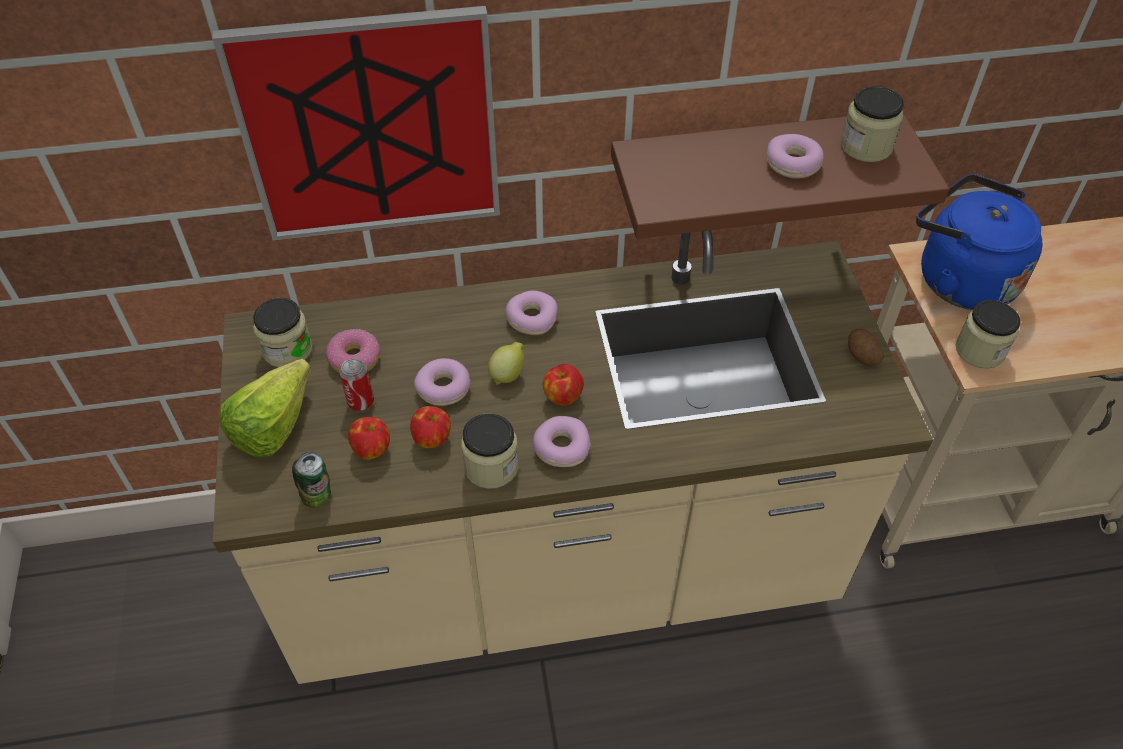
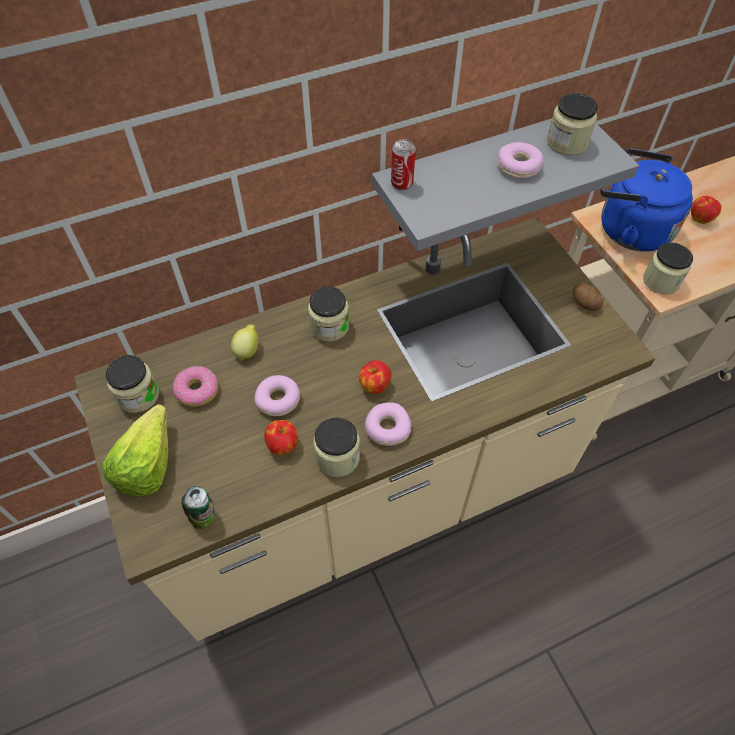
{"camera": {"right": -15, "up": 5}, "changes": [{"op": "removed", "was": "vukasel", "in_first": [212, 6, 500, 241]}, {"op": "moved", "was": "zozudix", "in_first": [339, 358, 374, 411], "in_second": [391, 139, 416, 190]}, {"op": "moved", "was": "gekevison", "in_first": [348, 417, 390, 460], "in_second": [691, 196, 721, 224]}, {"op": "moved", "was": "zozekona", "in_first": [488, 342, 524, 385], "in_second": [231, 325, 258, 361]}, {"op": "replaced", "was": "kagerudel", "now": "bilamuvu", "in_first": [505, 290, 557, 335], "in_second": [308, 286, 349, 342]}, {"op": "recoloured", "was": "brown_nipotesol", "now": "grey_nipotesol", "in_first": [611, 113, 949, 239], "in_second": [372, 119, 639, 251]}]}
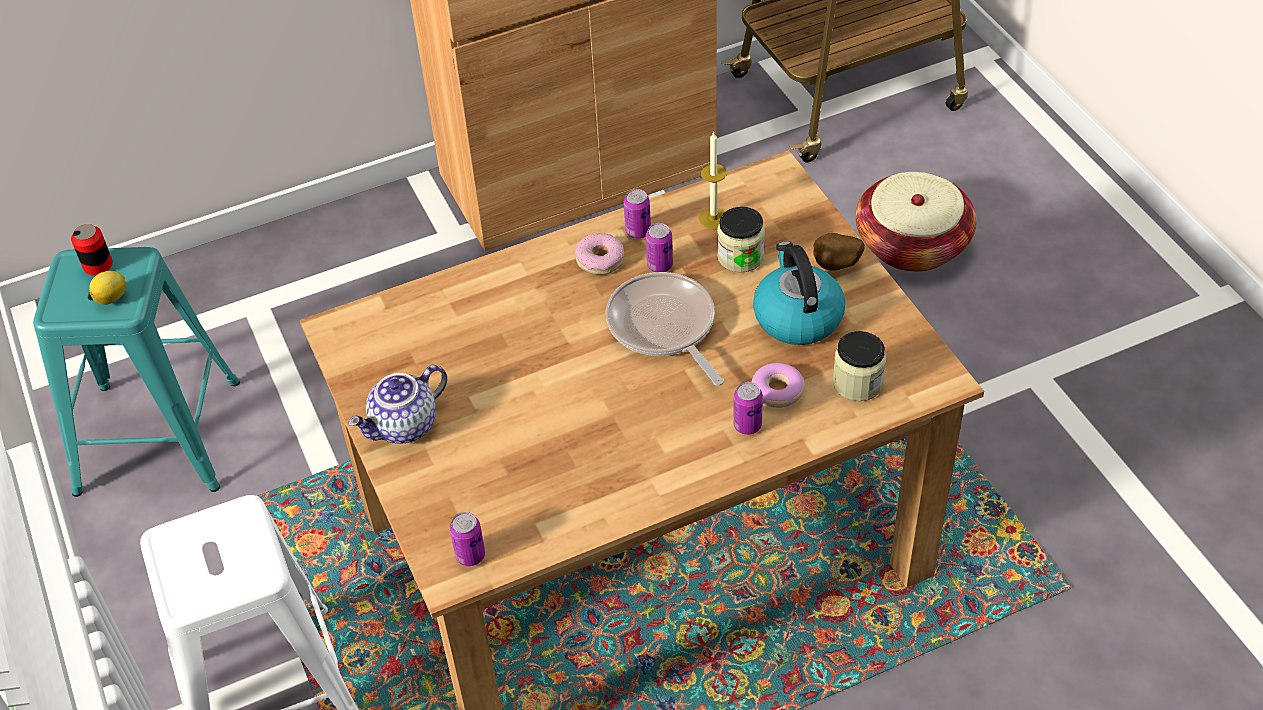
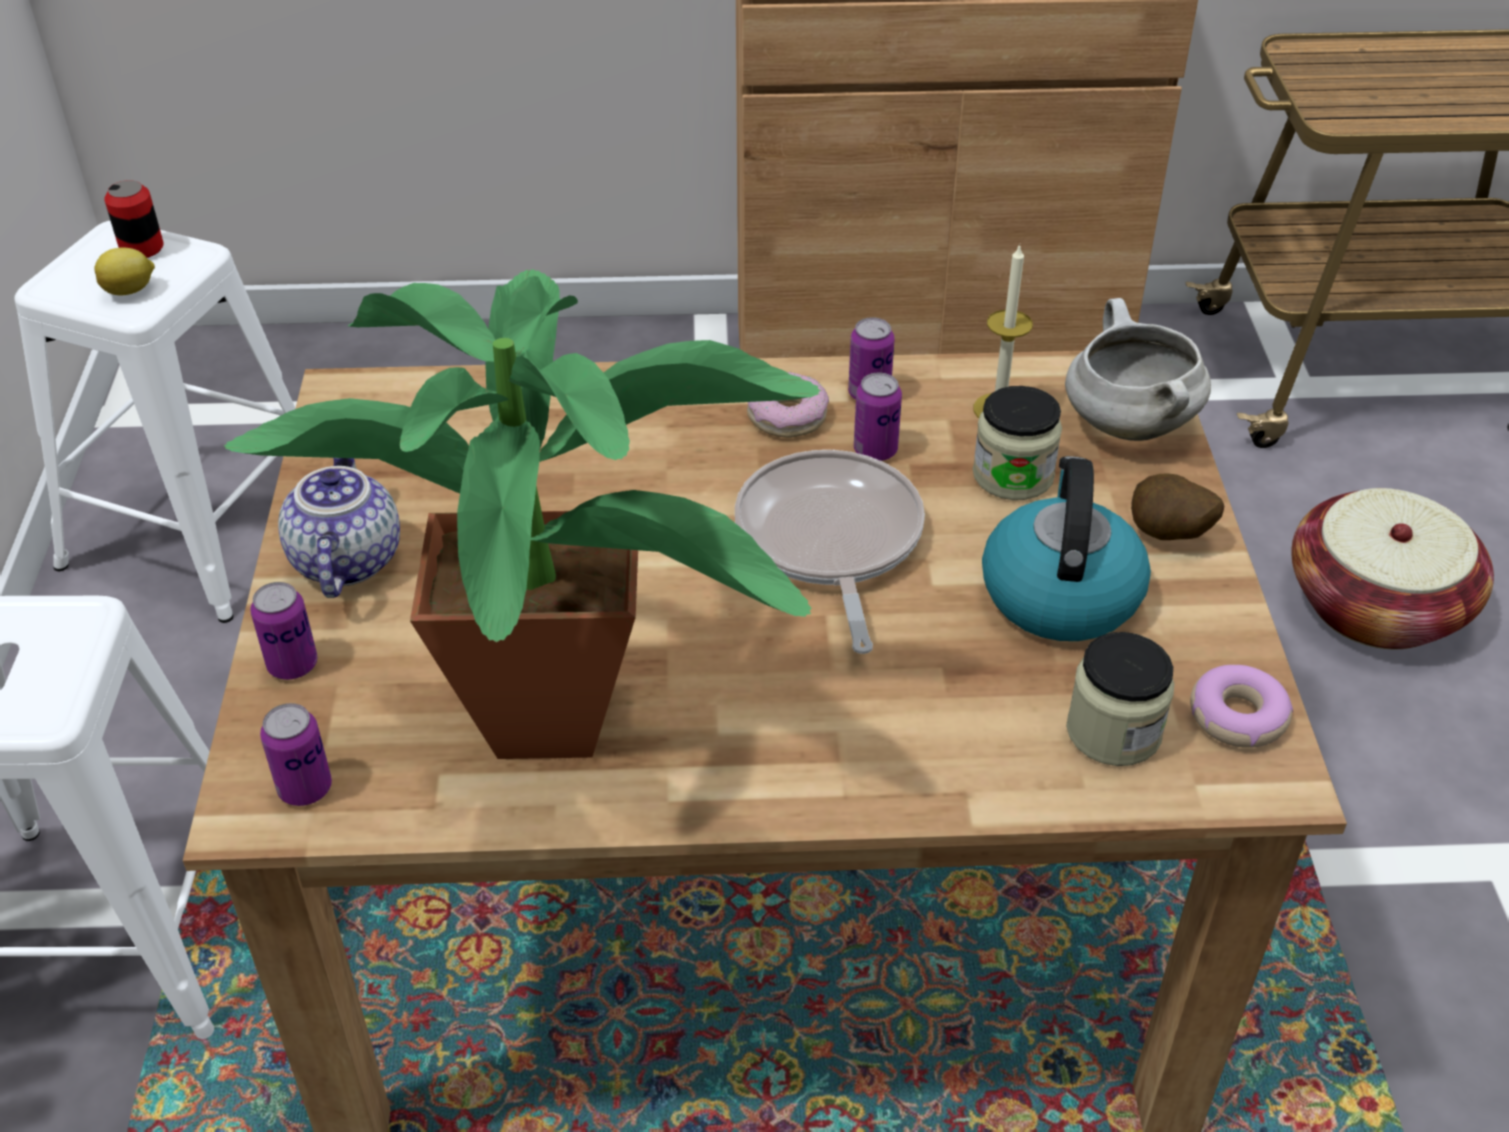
{"camera": {"right": 20, "up": -5}, "changes": [{"op": "recoloured", "was": "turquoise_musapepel", "now": "white_musapepel", "in_first": [33, 247, 240, 497], "in_second": [14, 221, 295, 623]}, {"op": "turned", "was": "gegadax", "in_first": [348, 365, 447, 444], "in_second": [278, 458, 400, 598], "clockwise": 105}, {"op": "moved", "was": "zozudix", "in_first": [733, 382, 763, 435], "in_second": [250, 582, 318, 680]}, {"op": "moved", "was": "kagerudel", "in_first": [752, 363, 805, 408], "in_second": [1190, 665, 1293, 748]}, {"op": "added", "now": "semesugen", "in_second": [223, 269, 821, 759]}, {"op": "added", "now": "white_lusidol", "in_second": [1065, 298, 1211, 441]}]}
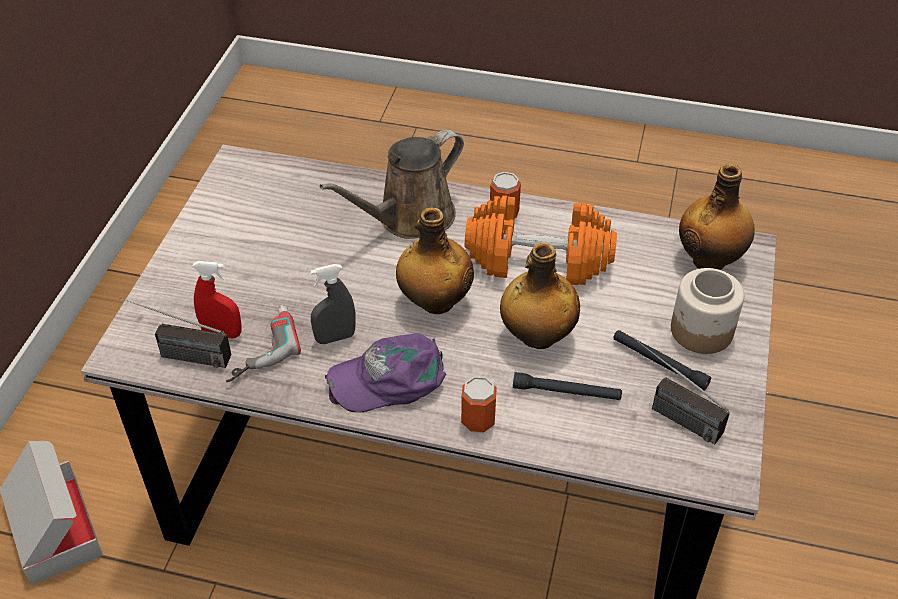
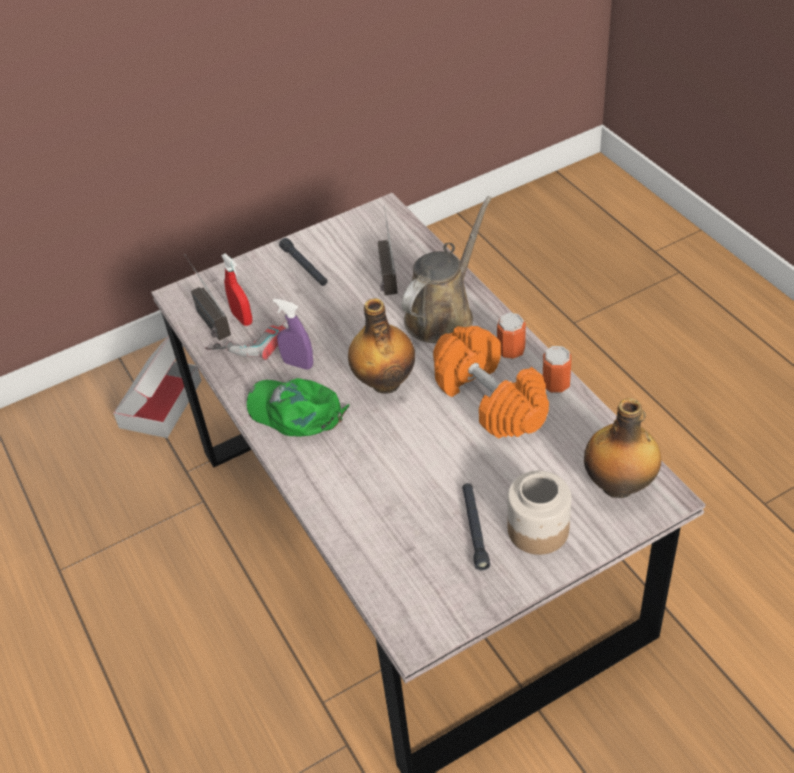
{"camera": {"right": 50, "up": 0}, "changes": [{"op": "recoloured", "was": "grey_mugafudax", "now": "purple_mugafudax", "in_first": [310, 264, 356, 344], "in_second": [273, 299, 313, 370]}, {"op": "turned", "was": "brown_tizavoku", "in_first": [320, 130, 464, 239], "in_second": [402, 196, 492, 343], "clockwise": 120}, {"op": "recoloured", "was": "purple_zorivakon", "now": "green_zorivakon", "in_first": [325, 333, 446, 413], "in_second": [247, 378, 350, 437]}, {"op": "moved", "was": "zozudix", "in_first": [461, 376, 497, 433], "in_second": [543, 346, 571, 393]}, {"op": "removed", "was": "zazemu", "in_first": [500, 243, 580, 349]}, {"op": "moved", "was": "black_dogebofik", "in_first": [513, 372, 622, 400], "in_second": [279, 238, 328, 286]}, {"op": "moved", "was": "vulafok", "in_first": [634, 339, 730, 444], "in_second": [378, 205, 398, 295]}]}
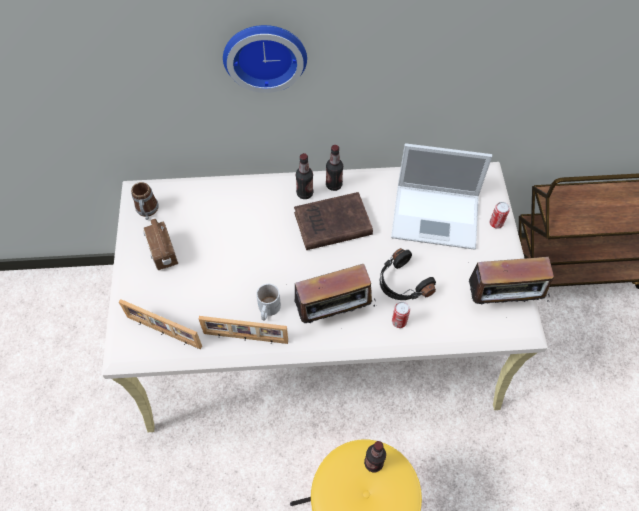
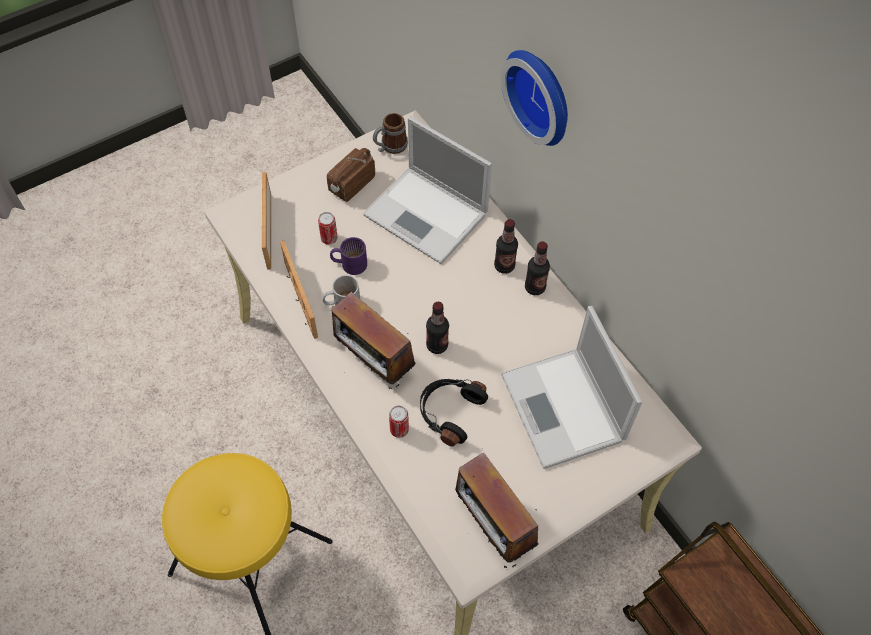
{"camera": {"right": 60, "up": 0}, "changes": [{"op": "removed", "was": "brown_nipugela", "in_first": [294, 192, 373, 250]}, {"op": "moved", "was": "zazemu", "in_first": [364, 441, 386, 472], "in_second": [426, 302, 449, 354]}, {"op": "moved", "was": "zozudix", "in_first": [490, 202, 510, 229], "in_second": [318, 212, 338, 245]}, {"op": "added", "now": "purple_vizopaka", "in_second": [330, 237, 367, 275]}, {"op": "added", "now": "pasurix", "in_second": [363, 116, 492, 264]}]}
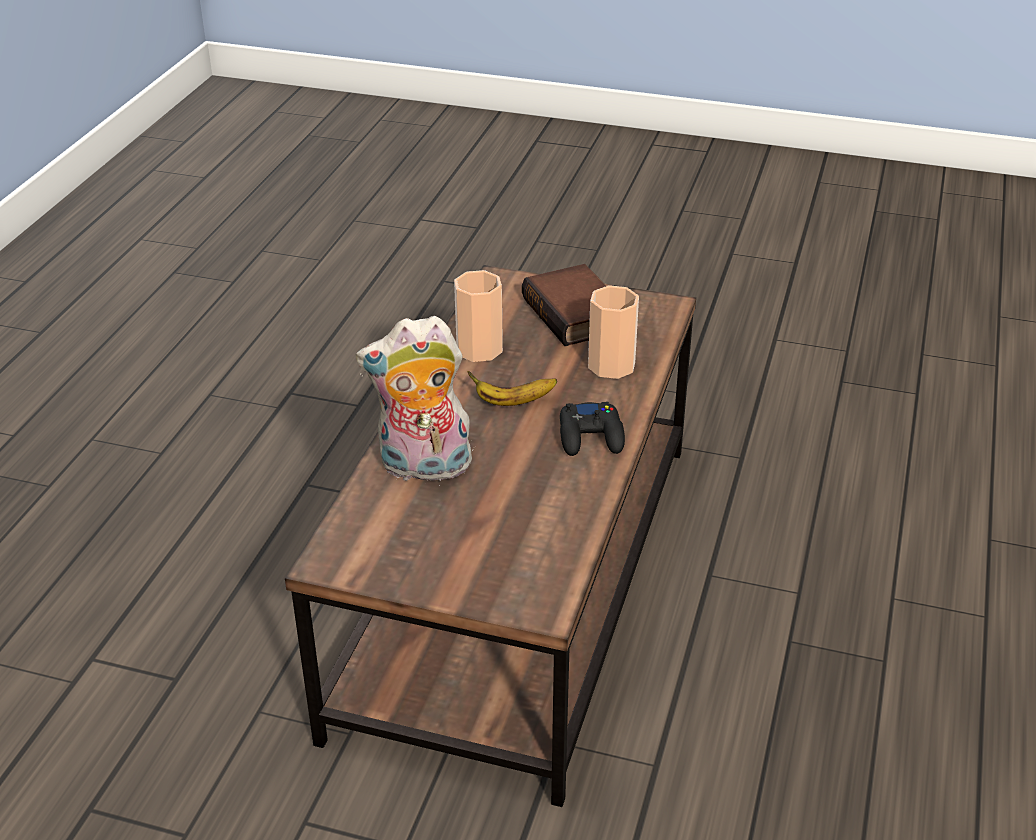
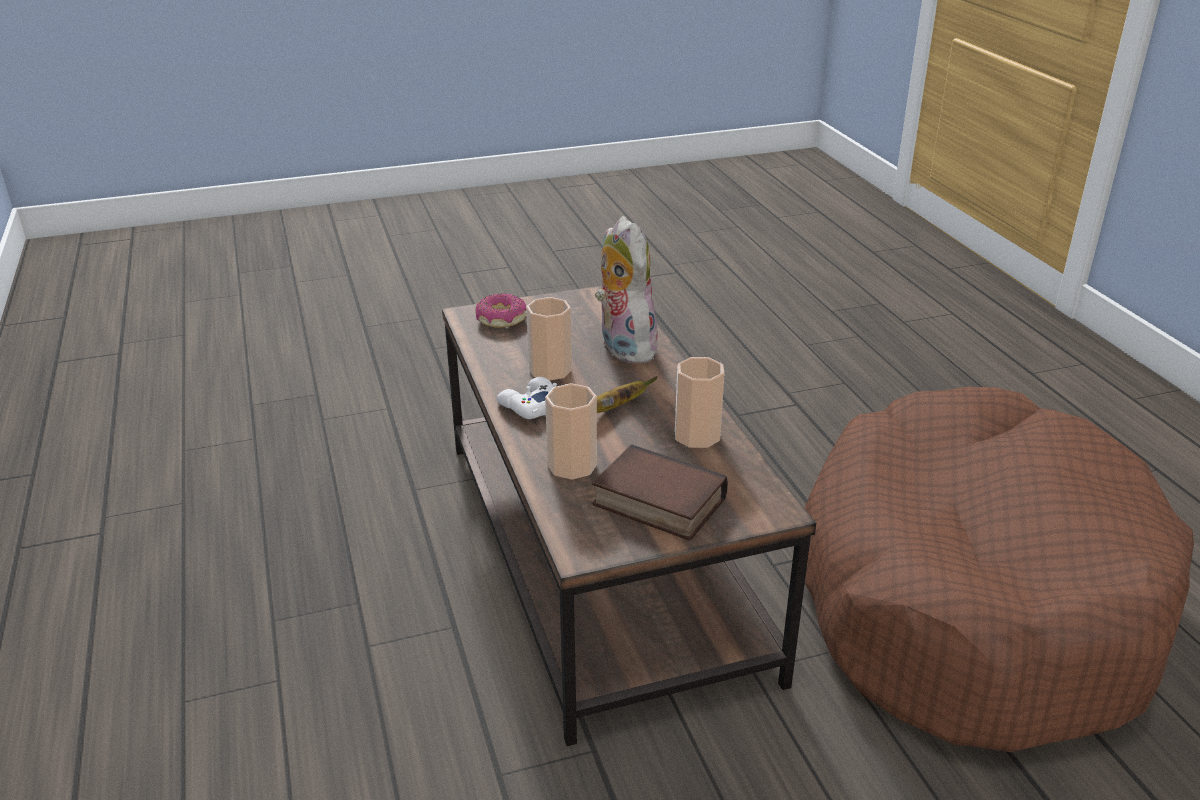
{"camera": {"right": 145, "up": -5}, "changes": [{"op": "turned", "was": "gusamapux", "in_first": [356, 316, 472, 486], "in_second": [595, 216, 658, 363], "clockwise": -75}, {"op": "recoloured", "was": "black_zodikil", "now": "white_zodikil", "in_first": [560, 402, 625, 456], "in_second": [497, 377, 557, 419]}, {"op": "added", "now": "kagerudel", "in_second": [475, 294, 527, 328]}, {"op": "added", "now": "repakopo", "in_second": [526, 297, 572, 380]}, {"op": "added", "now": "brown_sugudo", "in_second": [805, 387, 1194, 752]}]}
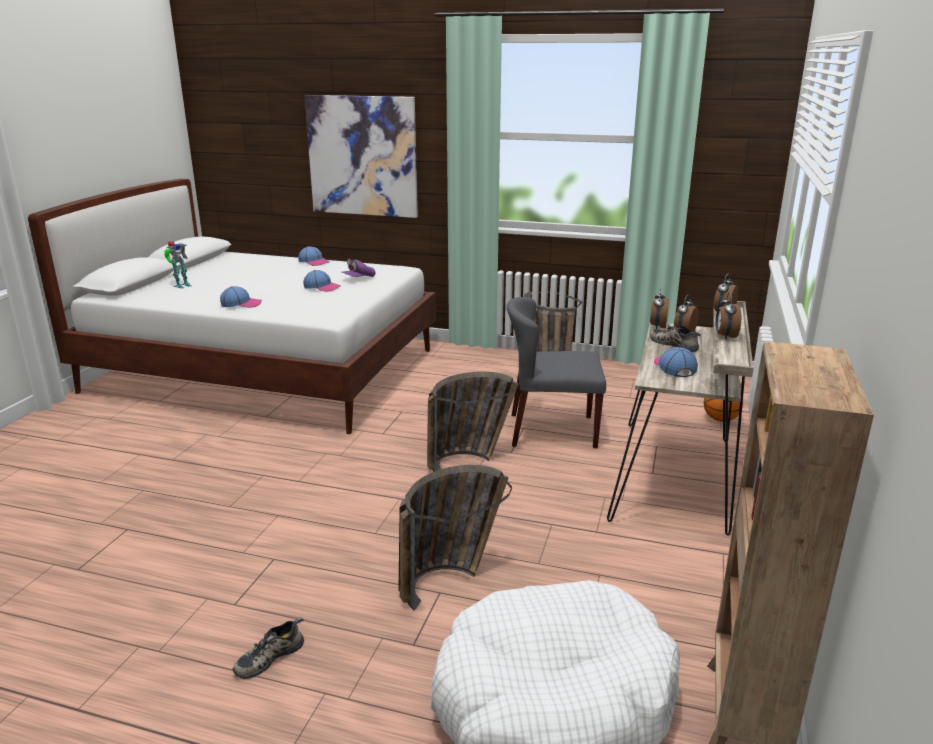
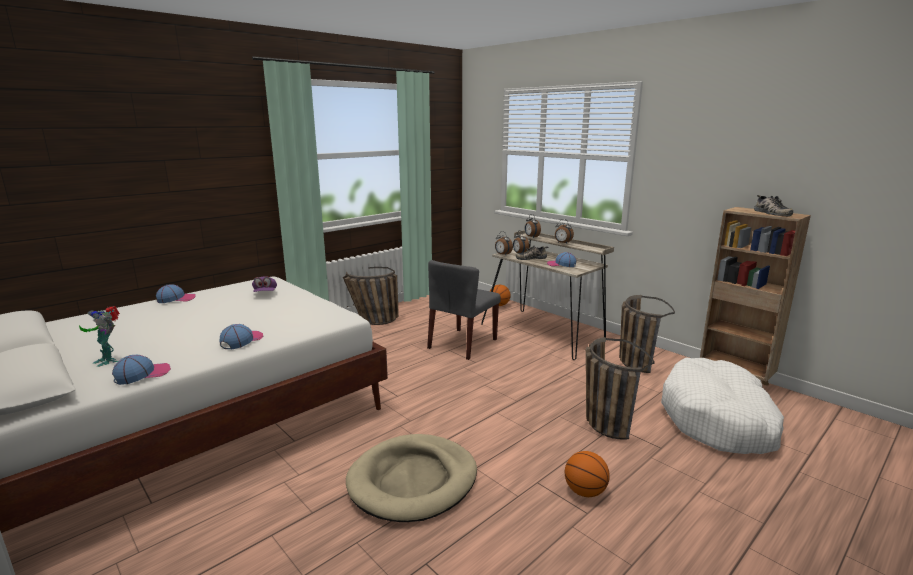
{"camera": {"right": -60, "up": -5}, "changes": [{"op": "turned", "was": "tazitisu", "in_first": [164, 242, 192, 289], "in_second": [79, 306, 120, 367], "clockwise": 150}, {"op": "moved", "was": "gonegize", "in_first": [233, 617, 304, 679], "in_second": [754, 195, 793, 216]}, {"op": "moved", "was": "zorivakon", "in_first": [303, 270, 341, 292], "in_second": [112, 355, 171, 385]}, {"op": "removed", "was": "vukasel", "in_first": [304, 95, 418, 218]}, {"op": "moved", "was": "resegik", "in_first": [427, 372, 519, 472], "in_second": [619, 295, 675, 373]}, {"op": "added", "now": "beige_sugudo", "in_second": [346, 434, 477, 522]}, {"op": "added", "now": "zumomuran", "in_second": [565, 451, 610, 497]}]}
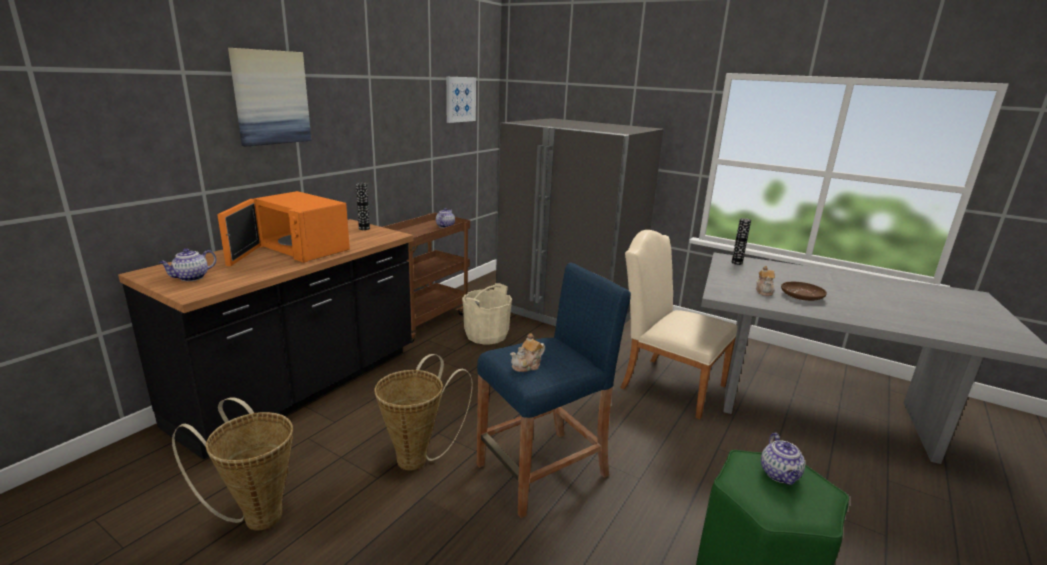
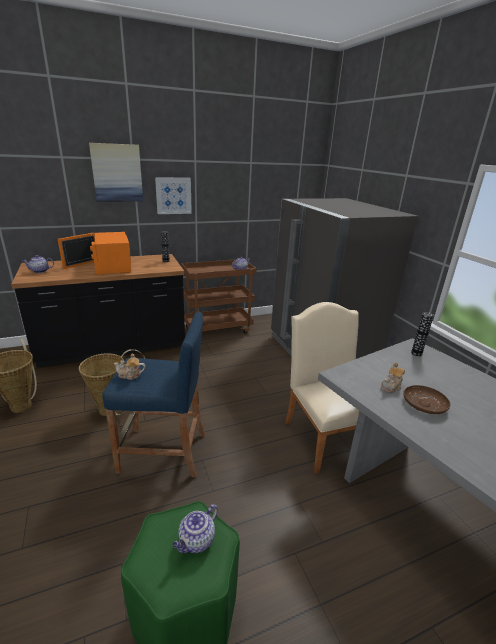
{"camera": {"right": 35, "up": 5}, "changes": [{"op": "moved", "was": "vukasel", "in_first": [446, 77, 476, 123], "in_second": [155, 177, 192, 214]}, {"op": "removed", "was": "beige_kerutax", "in_first": [462, 283, 512, 345]}]}
